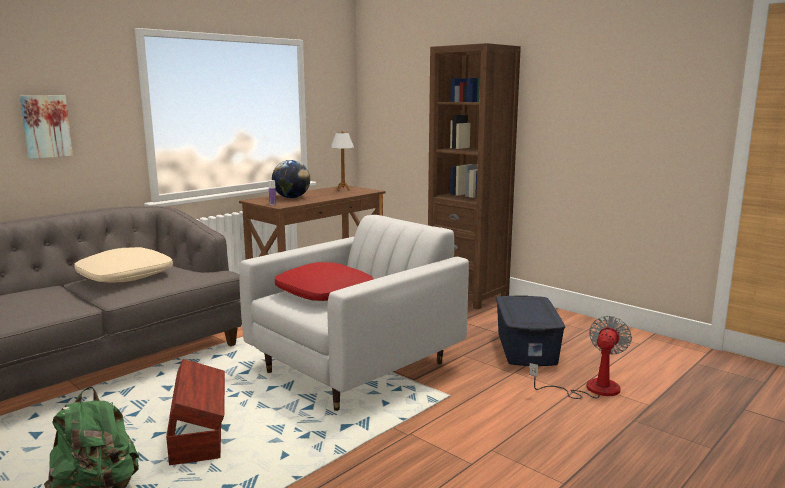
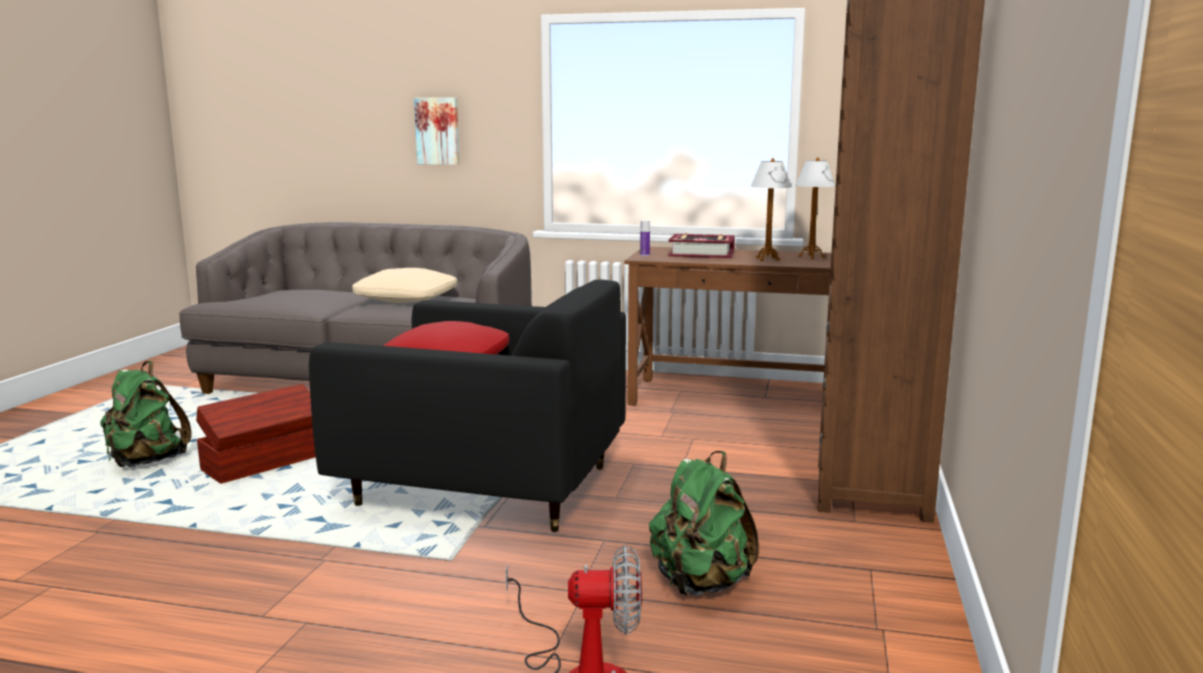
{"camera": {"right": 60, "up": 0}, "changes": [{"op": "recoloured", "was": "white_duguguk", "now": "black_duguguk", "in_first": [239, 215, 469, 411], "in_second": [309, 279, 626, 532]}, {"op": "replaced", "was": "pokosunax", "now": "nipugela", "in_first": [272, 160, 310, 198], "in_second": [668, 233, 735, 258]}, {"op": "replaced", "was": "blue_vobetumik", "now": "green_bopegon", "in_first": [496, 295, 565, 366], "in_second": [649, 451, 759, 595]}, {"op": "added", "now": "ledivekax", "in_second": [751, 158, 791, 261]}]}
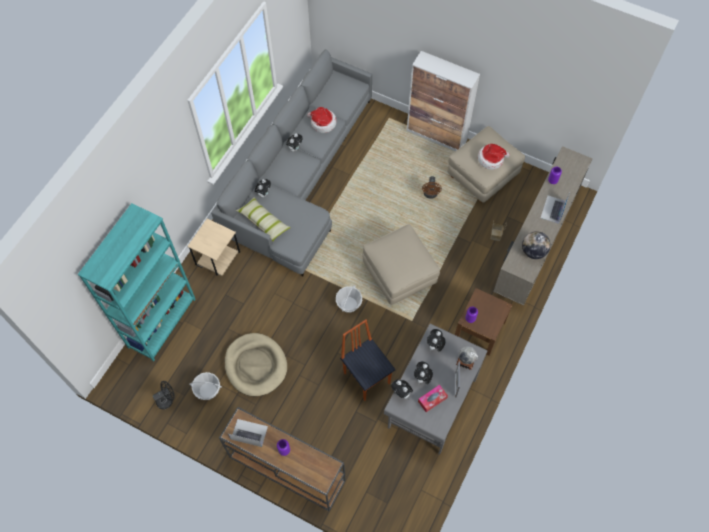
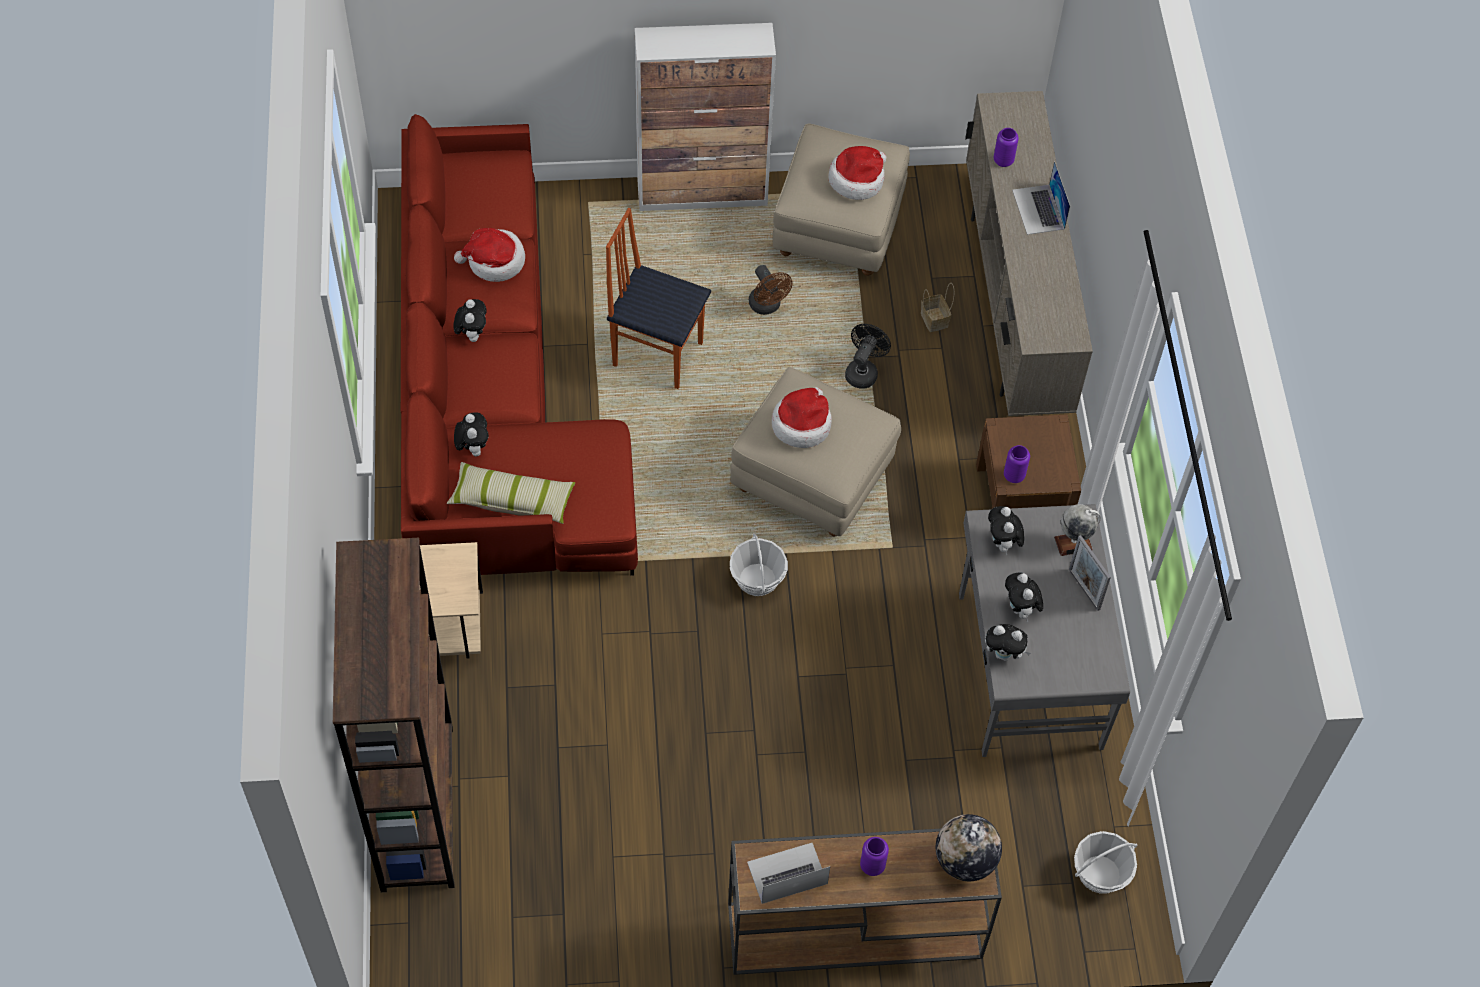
{"camera": {"right": -35, "up": -5}, "changes": [{"op": "recoloured", "was": "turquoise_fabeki", "now": "brown_fabeki", "in_first": [78, 203, 196, 361], "in_second": [333, 538, 454, 892]}, {"op": "moved", "was": "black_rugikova", "in_first": [153, 381, 175, 409], "in_second": [845, 324, 891, 389]}, {"op": "moved", "was": "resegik", "in_first": [189, 372, 222, 400], "in_second": [1074, 831, 1137, 894]}, {"op": "recoloured", "was": "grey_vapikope", "now": "red_vapikope", "in_first": [211, 49, 372, 277], "in_second": [401, 114, 638, 576]}, {"op": "removed", "was": "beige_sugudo", "in_first": [225, 333, 287, 396]}, {"op": "moved", "was": "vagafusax", "in_first": [340, 319, 396, 401], "in_second": [606, 208, 711, 389]}, {"op": "removed", "was": "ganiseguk", "in_first": [418, 385, 448, 412]}, {"op": "moved", "was": "pokosunax", "in_first": [522, 231, 551, 259], "in_second": [936, 814, 1002, 881]}, {"op": "added", "now": "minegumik", "in_second": [772, 387, 832, 448]}]}
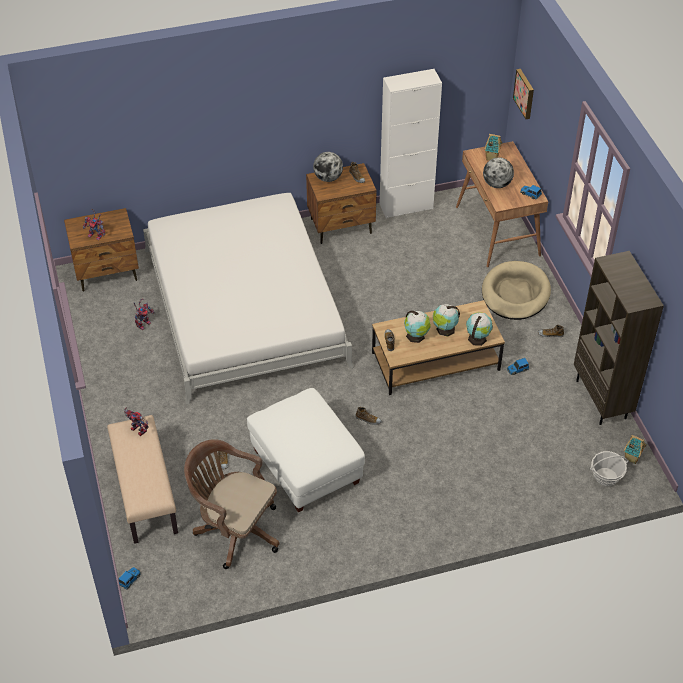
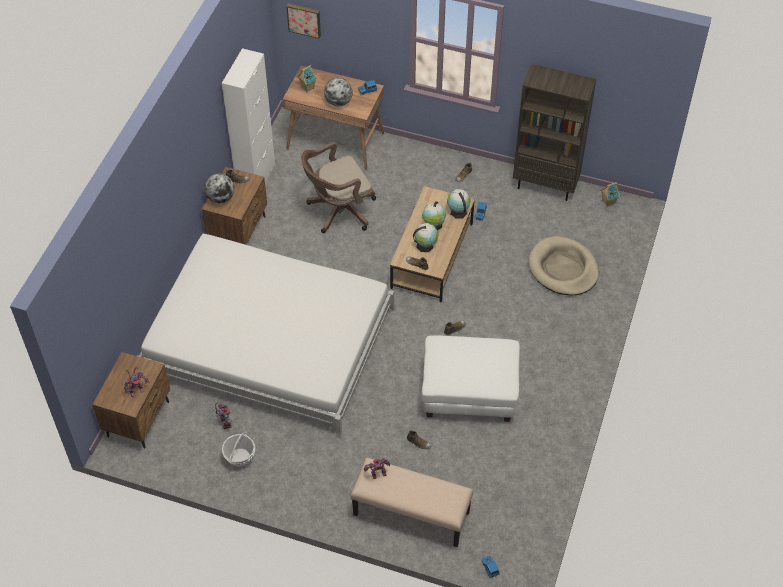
{"camera": {"right": -55, "up": 5}, "changes": [{"op": "moved", "was": "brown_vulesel", "in_first": [184, 439, 279, 569], "in_second": [301, 142, 376, 233]}, {"op": "moved", "was": "beige_sugudo", "in_first": [482, 261, 551, 320], "in_second": [529, 236, 599, 295]}, {"op": "moved", "was": "resegik", "in_first": [590, 451, 629, 486], "in_second": [222, 432, 255, 467]}]}
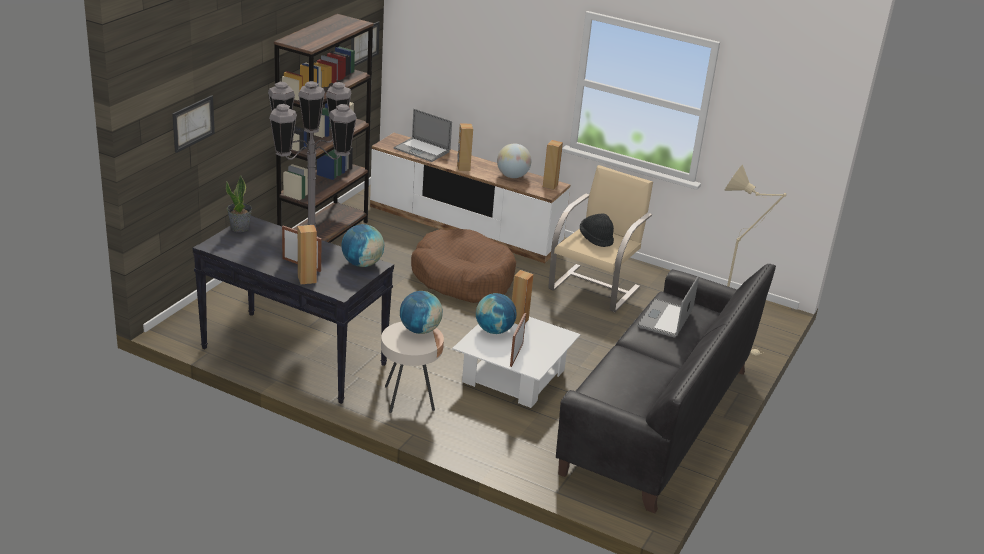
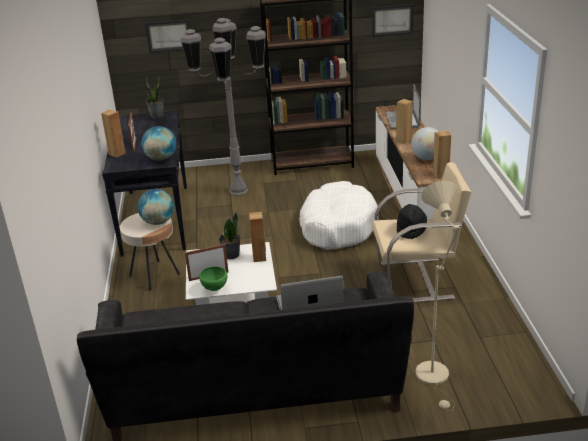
{"camera": {"right": 60, "up": 0}, "changes": [{"op": "recoloured", "was": "brown_sugudo", "now": "white_sugudo", "in_first": [411, 228, 516, 303], "in_second": [299, 181, 379, 250]}, {"op": "replaced", "was": "pokosunax", "now": "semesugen", "in_first": [476, 293, 516, 334], "in_second": [219, 212, 241, 259]}, {"op": "added", "now": "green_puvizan", "in_second": [199, 266, 228, 291]}]}
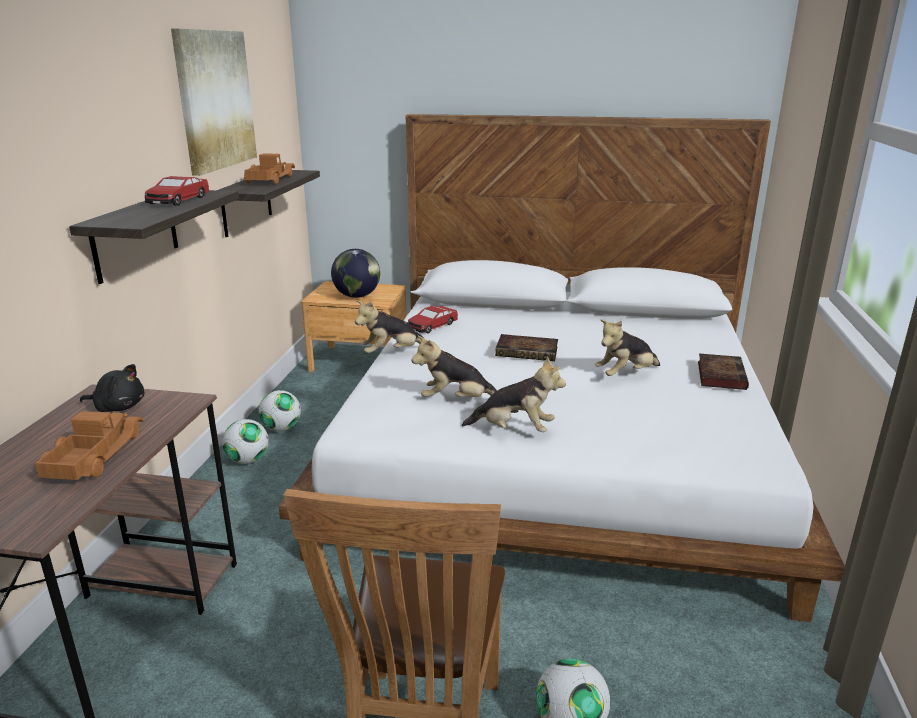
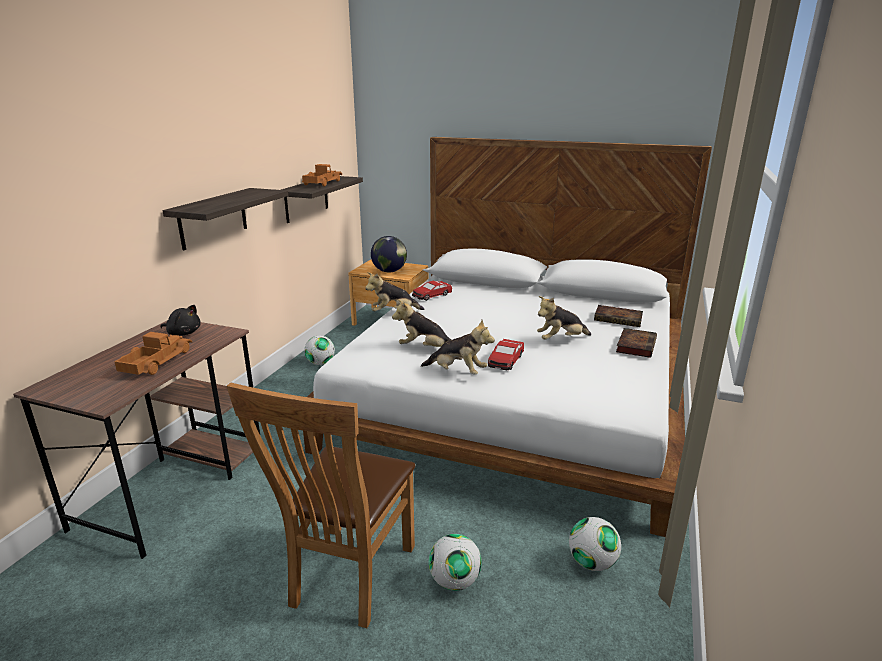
{"camera": {"right": 10, "up": 0}, "changes": [{"op": "moved", "was": "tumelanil", "in_first": [145, 176, 210, 206], "in_second": [488, 339, 524, 370]}, {"op": "removed", "was": "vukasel", "in_first": [171, 29, 257, 176]}, {"op": "moved", "was": "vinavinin", "in_first": [222, 419, 269, 464], "in_second": [569, 517, 621, 571]}, {"op": "moved", "was": "nipugela", "in_first": [495, 334, 558, 361], "in_second": [594, 305, 643, 327]}]}
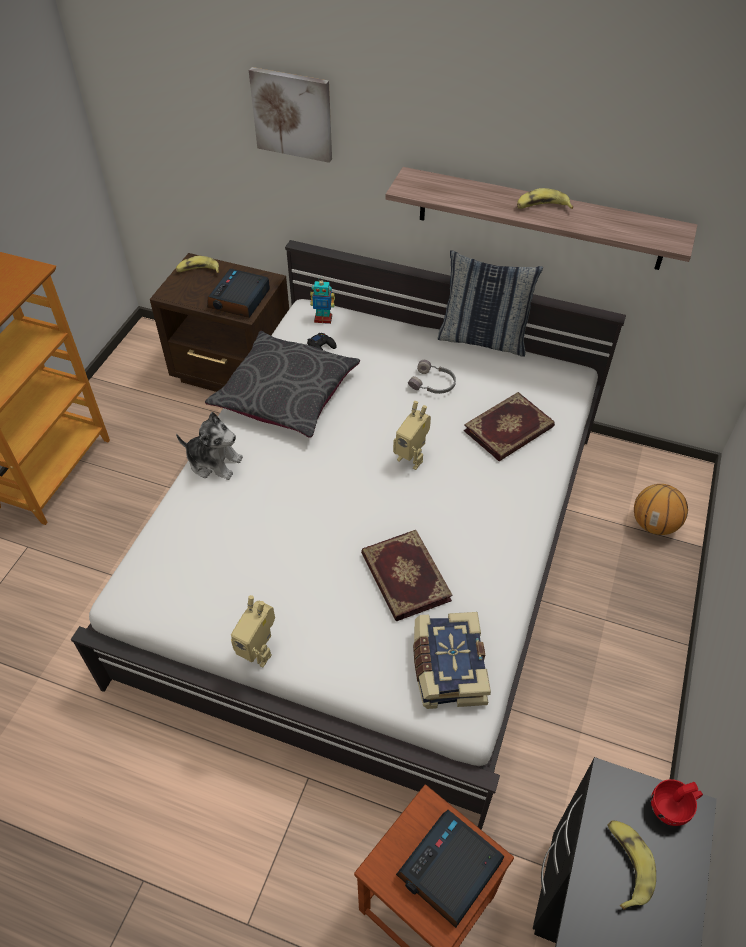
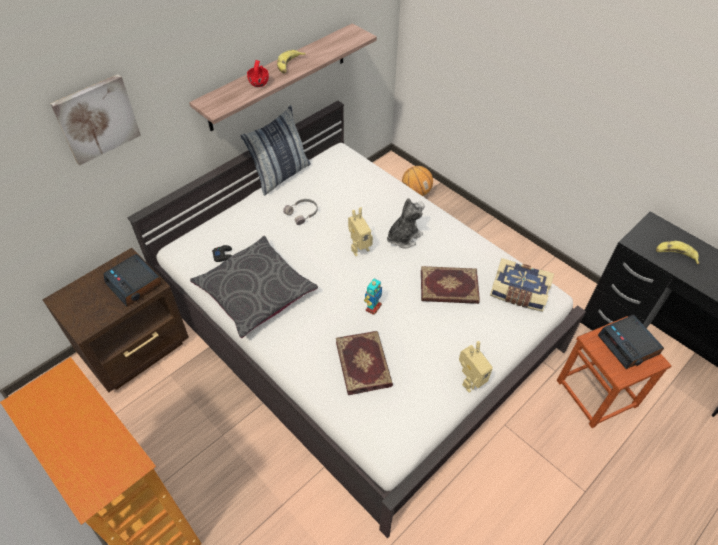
{"camera": {"right": -65, "up": 0}, "changes": [{"op": "removed", "was": "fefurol", "in_first": [176, 256, 220, 273]}, {"op": "moved", "was": "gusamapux", "in_first": [176, 412, 243, 480], "in_second": [387, 198, 425, 248]}, {"op": "moved", "was": "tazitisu", "in_first": [310, 278, 335, 324], "in_second": [364, 279, 382, 315]}, {"op": "moved", "was": "nipugela", "in_first": [464, 392, 555, 461], "in_second": [336, 331, 393, 395]}, {"op": "moved", "was": "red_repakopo", "in_first": [651, 779, 703, 826], "in_second": [247, 60, 269, 87]}]}
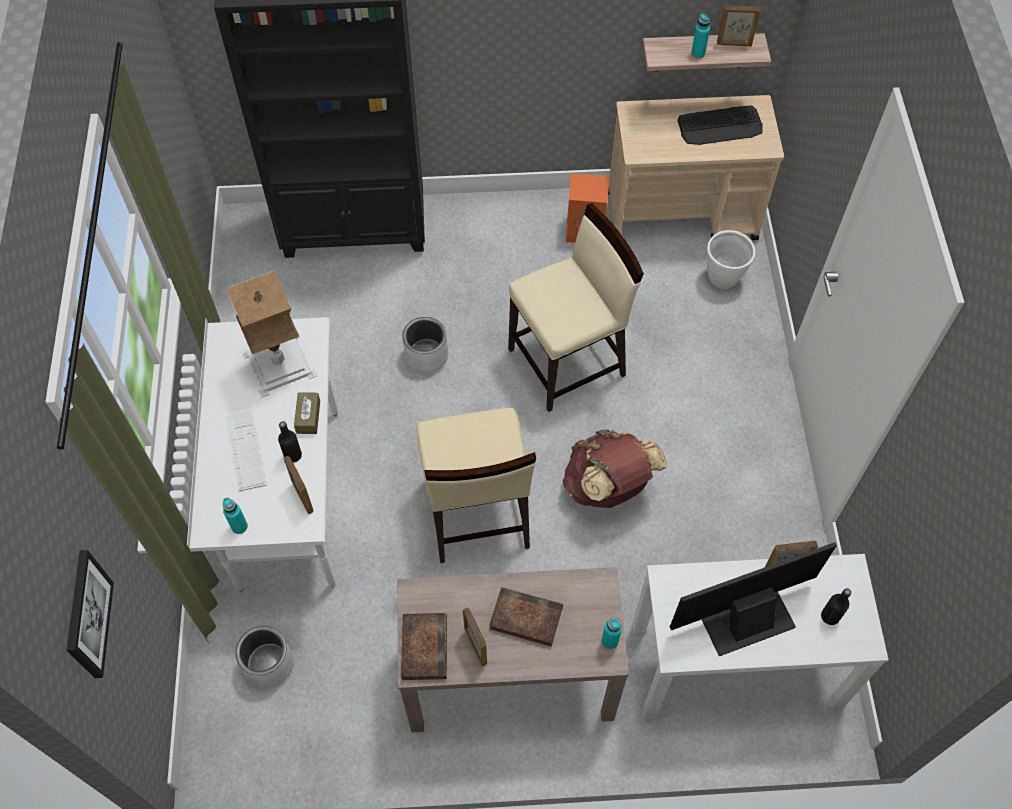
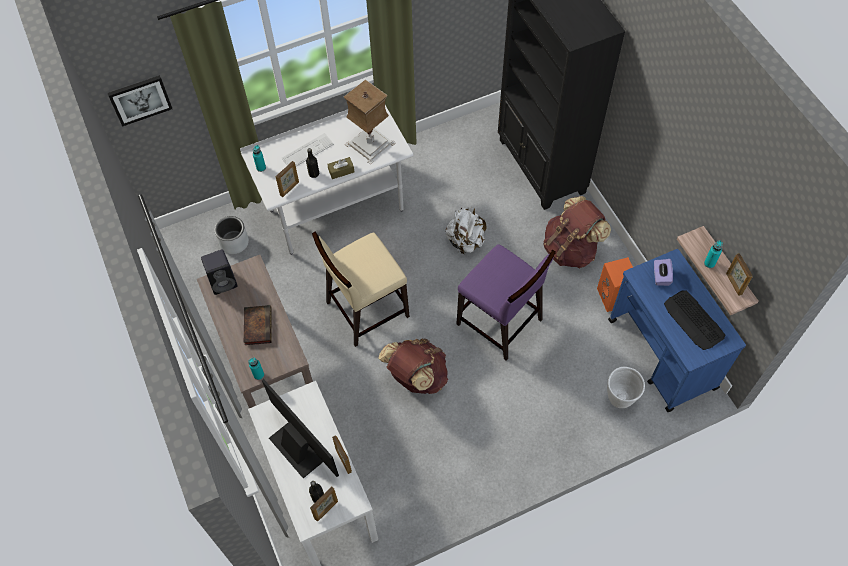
{"camera": {"right": 70, "up": 0}, "changes": [{"op": "replaced", "was": "nipugela", "now": "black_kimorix", "in_first": [401, 613, 447, 680], "in_second": [201, 250, 238, 295]}, {"op": "replaced", "was": "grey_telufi", "now": "white_bopegon", "in_first": [402, 317, 448, 373], "in_second": [445, 207, 487, 254]}, {"op": "moved", "was": "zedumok", "in_first": [463, 608, 487, 666], "in_second": [310, 487, 338, 521]}, {"op": "recoloured", "was": "beige_vagafusax", "now": "purple_vagafusax", "in_first": [508, 203, 644, 412], "in_second": [457, 244, 556, 361]}, {"op": "recoloured", "was": "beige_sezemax", "now": "blue_sezemax", "in_first": [608, 95, 784, 240], "in_second": [608, 249, 746, 412]}, {"op": "added", "now": "brown_bopegon", "in_second": [543, 196, 611, 269]}, {"op": "added", "now": "purple_ganiseguk", "in_second": [654, 259, 673, 286]}]}
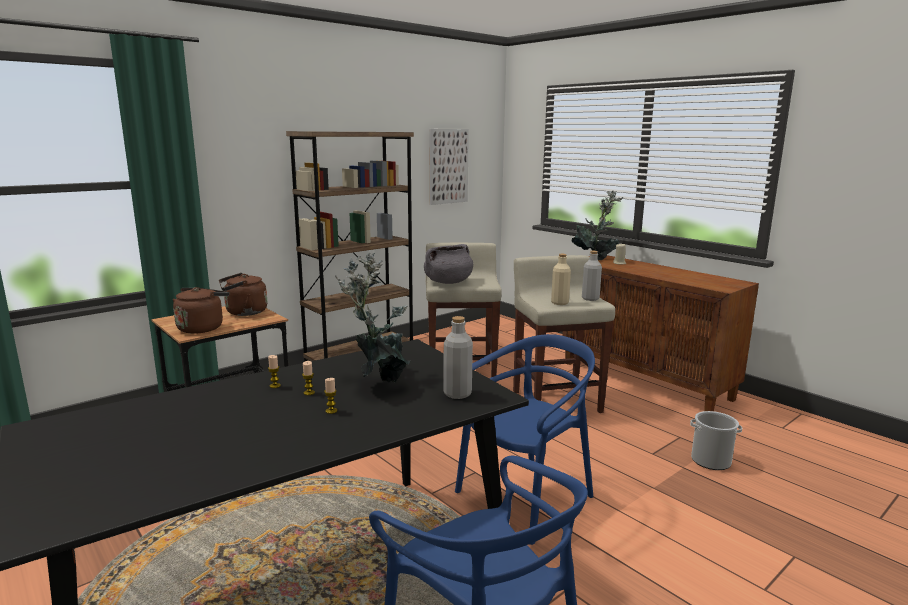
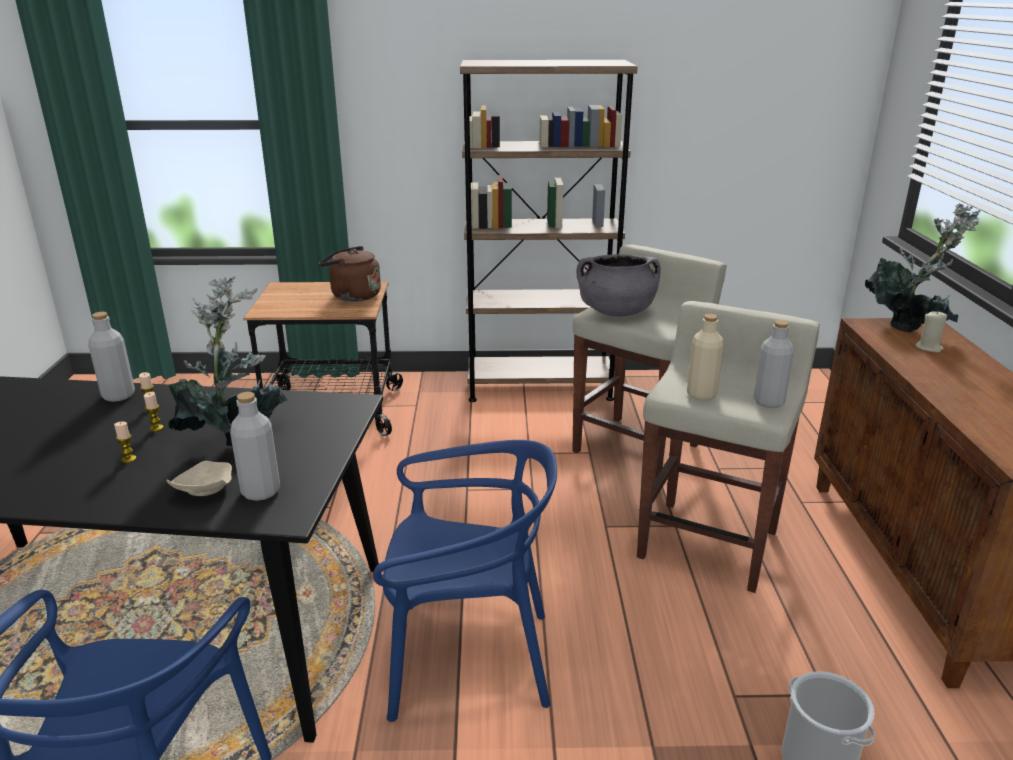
{"camera": {"right": 40, "up": 10}, "changes": [{"op": "removed", "was": "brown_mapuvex", "in_first": [173, 287, 229, 334]}, {"op": "removed", "was": "vukasel", "in_first": [430, 129, 469, 205]}, {"op": "added", "now": "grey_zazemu", "in_second": [88, 312, 135, 402]}, {"op": "added", "now": "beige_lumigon", "in_second": [166, 461, 232, 496]}]}
